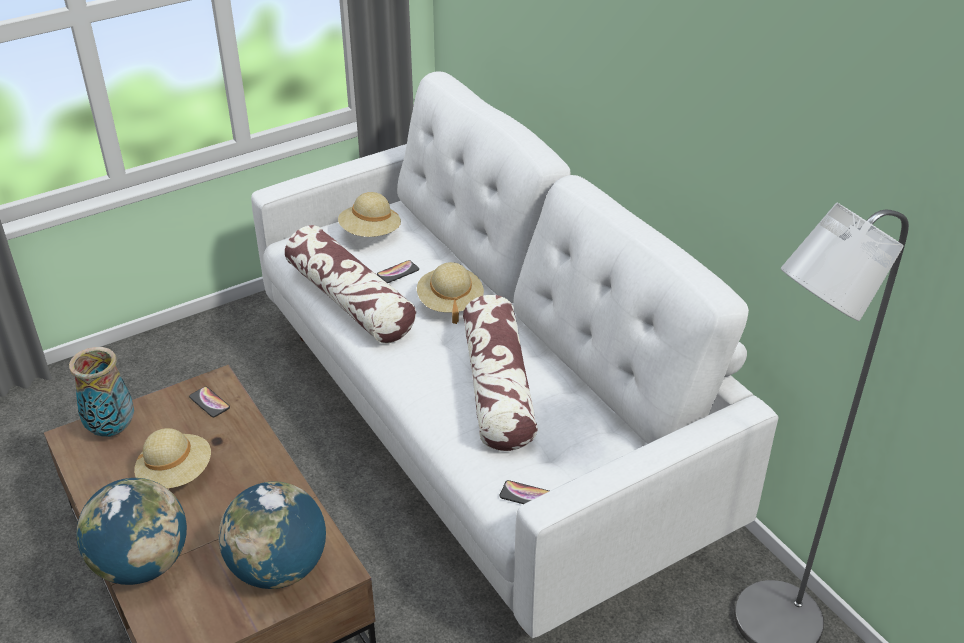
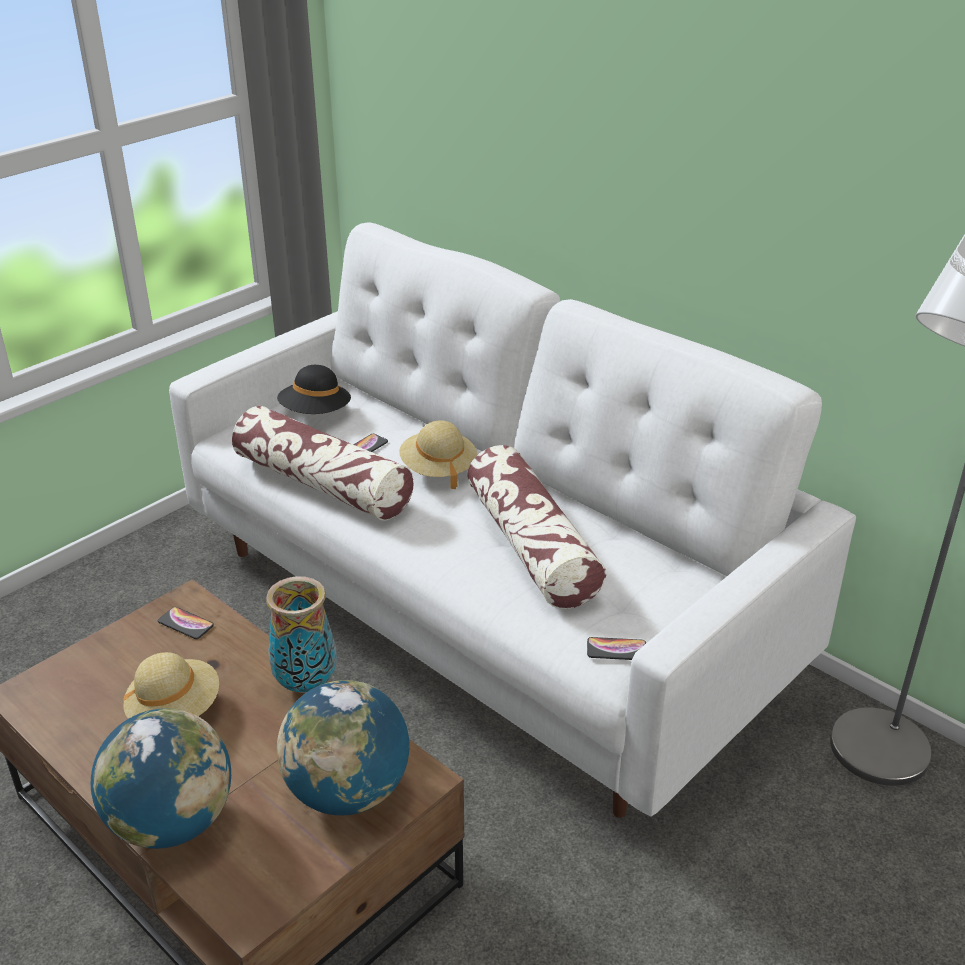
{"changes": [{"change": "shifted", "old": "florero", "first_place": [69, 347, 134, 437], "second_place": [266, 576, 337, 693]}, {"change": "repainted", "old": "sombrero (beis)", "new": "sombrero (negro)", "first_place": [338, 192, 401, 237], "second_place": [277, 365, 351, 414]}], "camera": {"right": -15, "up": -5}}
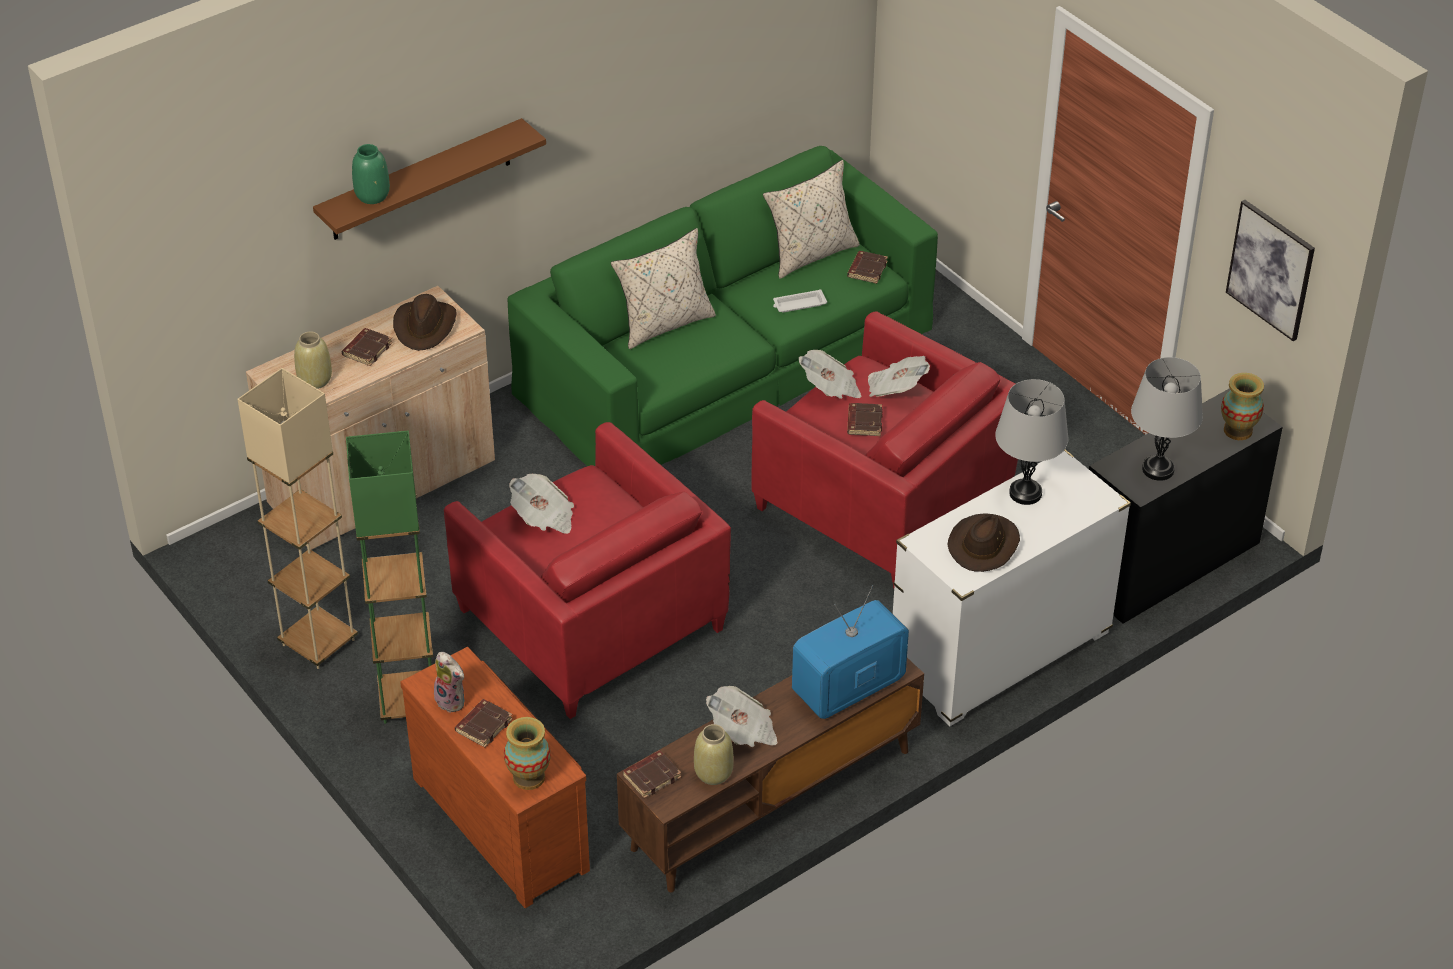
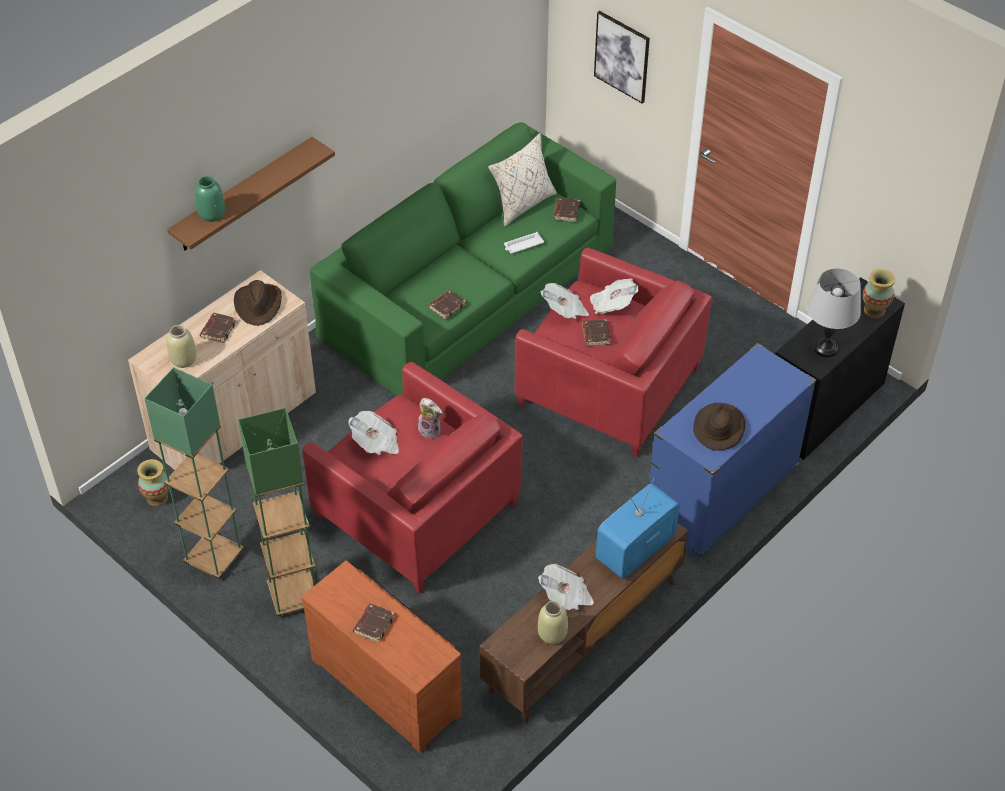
{"changes": [{"change": "repainted", "old": "lámpara de pie (beis)", "new": "lámpara de pie (verde)", "first_place": [237, 368, 358, 669], "second_place": [144, 367, 244, 580]}, {"change": "shifted", "old": "peluche", "first_place": [434, 652, 464, 713], "second_place": [418, 398, 443, 439]}, {"change": "shifted", "old": "florero", "first_place": [504, 717, 551, 790], "second_place": [137, 459, 169, 506]}, {"change": "gone", "old": "cojín (beis)", "first_place": [611, 228, 716, 349]}, {"change": "shifted", "old": "libro (marrón)", "first_place": [622, 750, 682, 799], "second_place": [428, 290, 466, 319]}, {"change": "repainted", "old": "cómoda (blanco)", "new": "cómoda (azul)", "first_place": [893, 450, 1131, 726], "second_place": [649, 343, 816, 559]}, {"change": "gone", "old": "lámpara de mesa (gris)", "first_place": [995, 379, 1068, 505]}, {"change": "shifted", "old": "cuadro", "first_place": [1226, 200, 1315, 341], "second_place": [594, 11, 650, 104]}], "camera": {"right": -10, "up": 5}}
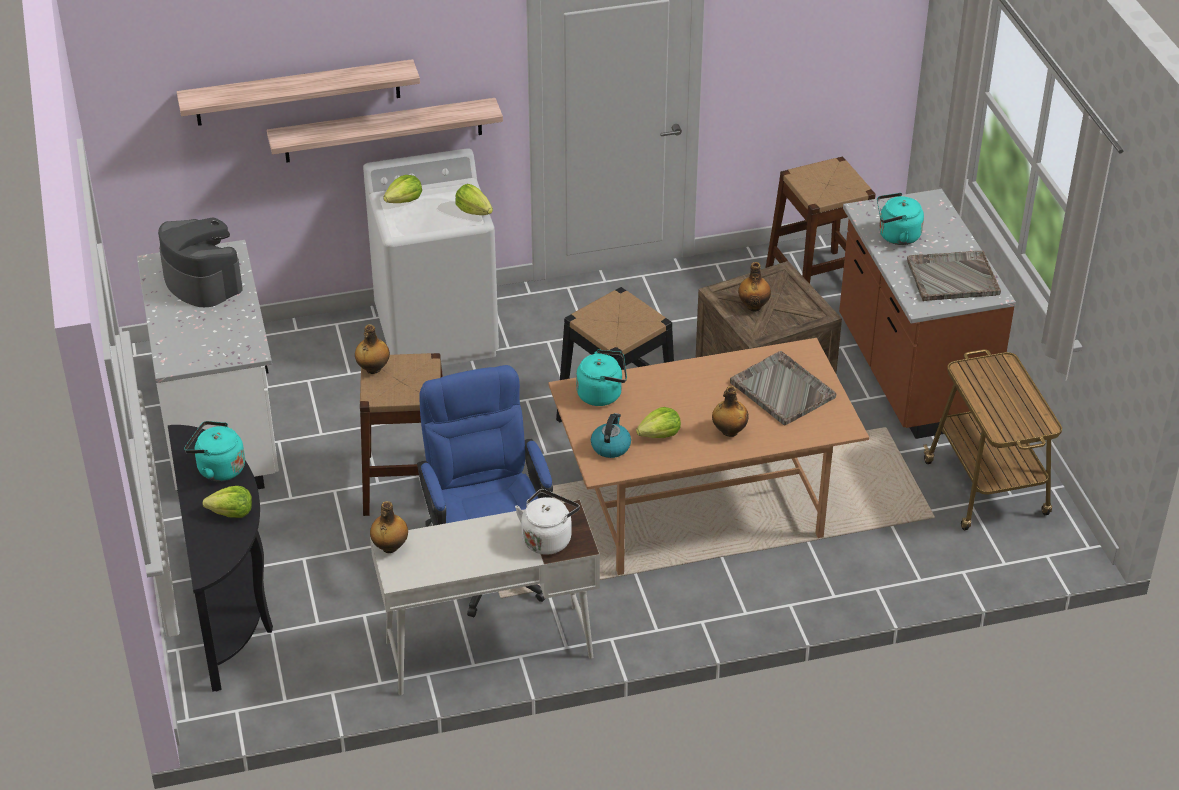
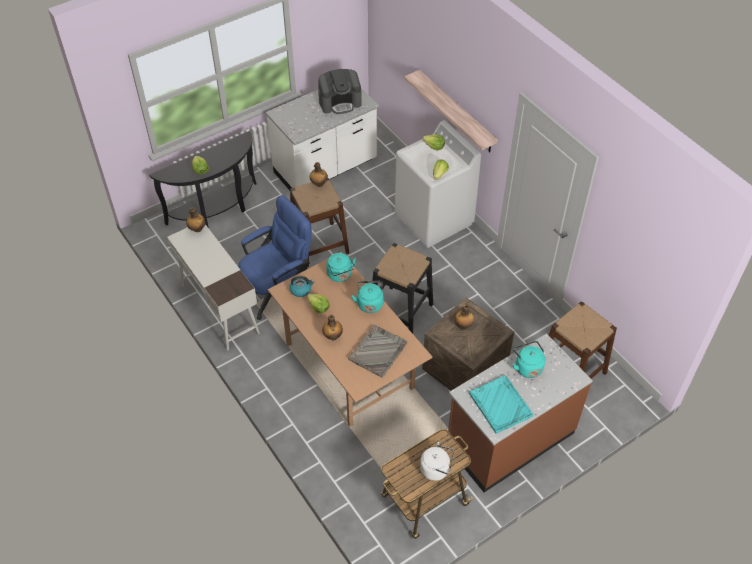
{"changes": [{"change": "rotated", "old": "cafetera", "first_place": [158, 217, 243, 307], "second_place": [318, 69, 362, 114], "degrees": 45}, {"change": "gone", "old": "estante", "first_place": [177, 59, 420, 126]}, {"change": "shifted", "old": "hervidor (turquesa)", "first_place": [184, 421, 245, 481], "second_place": [351, 281, 383, 313]}, {"change": "shifted", "old": "hervidor (blanco)", "first_place": [515, 489, 580, 555], "second_place": [420, 442, 454, 481]}, {"change": "repainted", "old": "bandeja (gris)", "new": "bandeja (turquesa)", "first_place": [907, 251, 1001, 301], "second_place": [469, 375, 534, 434]}], "camera": {"right": 70, "up": 10}}
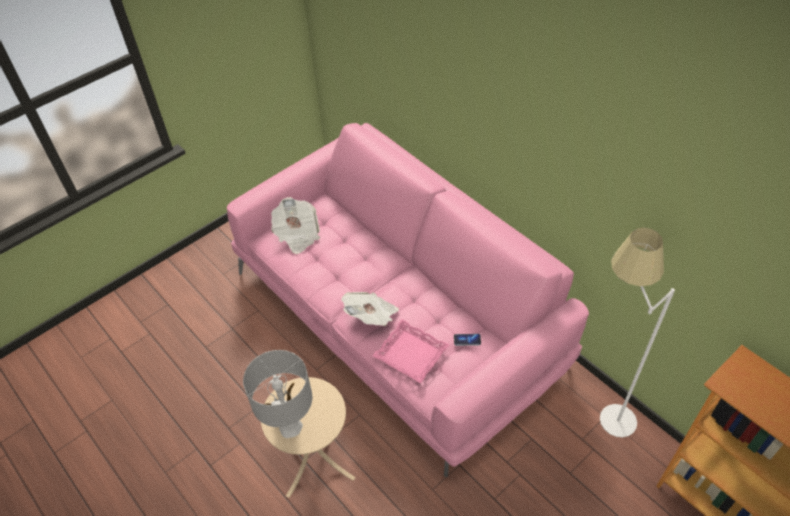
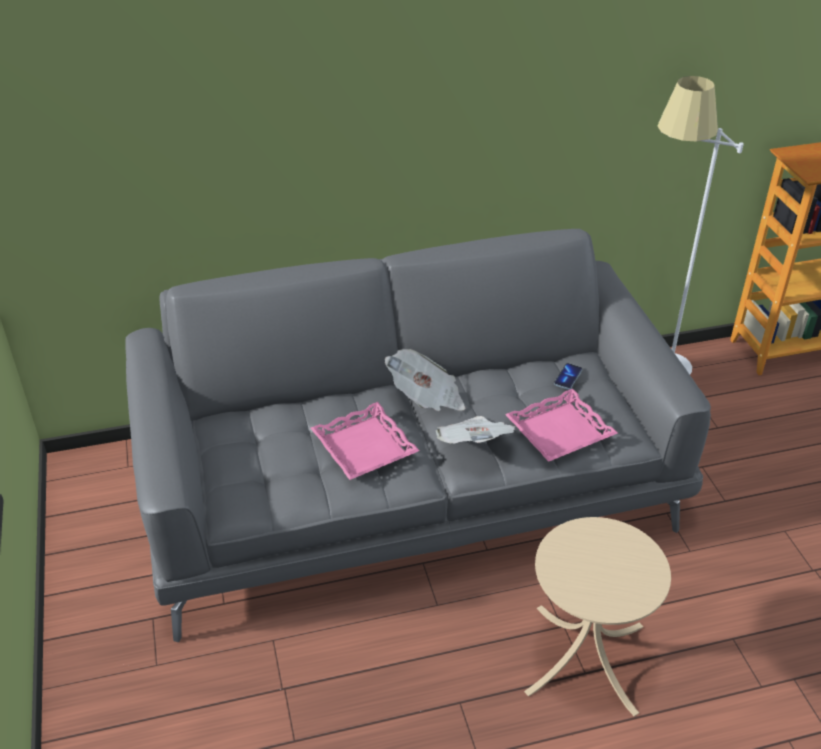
{"changes": [{"change": "repainted", "old": "sofá (rosa)", "new": "sofá (gris)", "first_place": [227, 123, 589, 477], "second_place": [125, 229, 711, 642]}, {"change": "gone", "old": "lámpara de mesa (gris)", "first_place": [243, 350, 312, 438]}, {"change": "shifted", "old": "periódico", "first_place": [271, 197, 320, 254], "second_place": [385, 349, 465, 411]}, {"change": "new", "new": "bandeja (rosa)", "second_place": [311, 402, 419, 480]}], "camera": {"right": -65, "up": -10}}
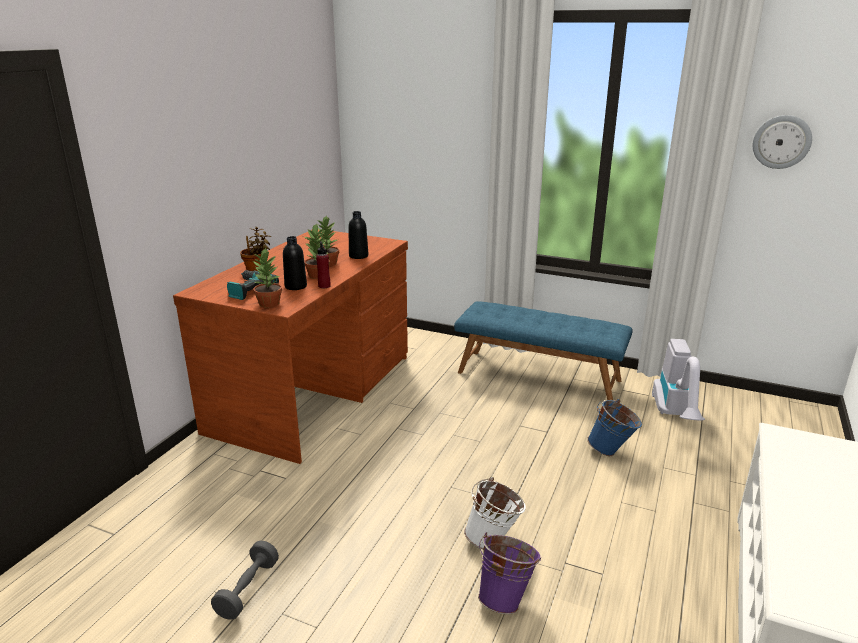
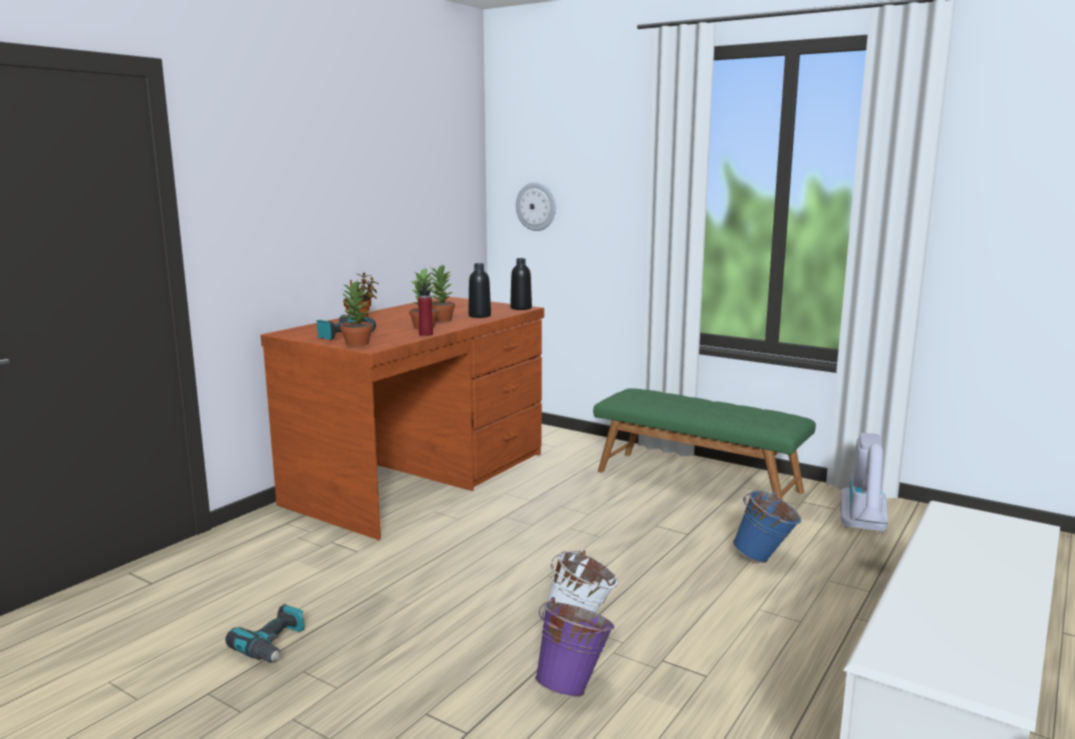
{"changes": [{"change": "swapped", "old": "mancuerna (gris)", "new": "taladro", "first_place": [211, 541, 279, 620], "second_place": [226, 604, 305, 663]}, {"change": "shifted", "old": "botella (negro)", "first_place": [283, 236, 307, 290], "second_place": [510, 258, 532, 310]}, {"change": "repainted", "old": "banco (azul)", "new": "banco (verde)", "first_place": [454, 301, 632, 400], "second_place": [593, 388, 816, 500]}, {"change": "shifted", "old": "reloj de pared", "first_place": [753, 115, 812, 169], "second_place": [516, 183, 556, 231]}], "camera": {"right": 10, "up": -10}}
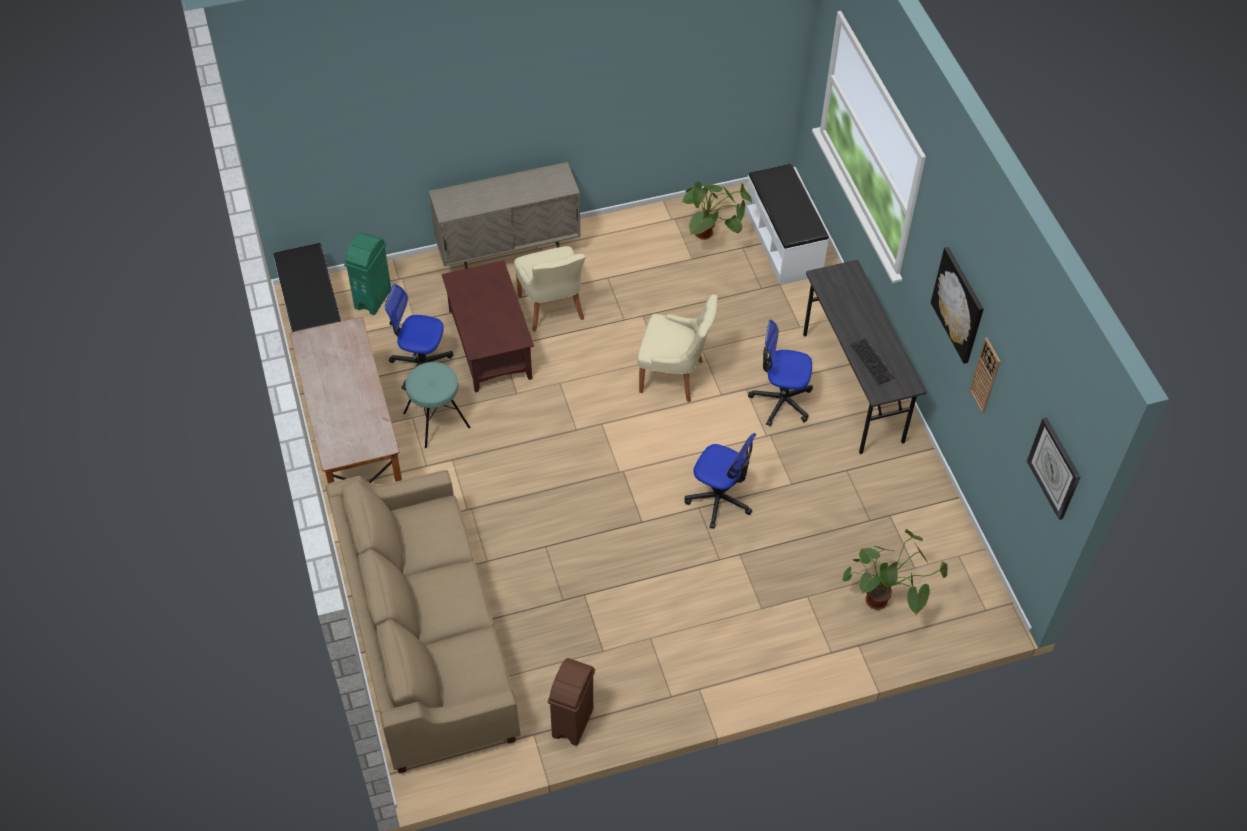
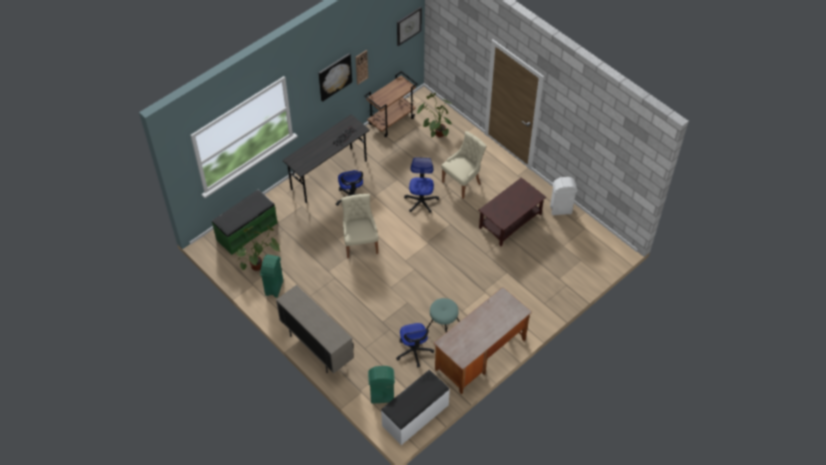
{"changes": [{"change": "gone", "old": "sofá (beis)", "first_place": [325, 470, 521, 774]}, {"change": "shifted", "old": "mesa de centro (marrón)", "first_place": [442, 261, 534, 392], "second_place": [478, 177, 546, 246]}, {"change": "shifted", "old": "silla (beis)", "first_place": [514, 246, 586, 331], "second_place": [441, 131, 487, 199]}, {"change": "repainted", "old": "papelera (marrón)", "new": "papelera (blanco)", "first_place": [548, 658, 595, 746], "second_place": [550, 177, 577, 215]}, {"change": "repainted", "old": "banco (blanco)", "new": "banco (verde)", "first_place": [745, 164, 829, 285], "second_place": [212, 189, 277, 255]}, {"change": "new", "new": "papelera (verde)", "second_place": [260, 254, 283, 298]}, {"change": "new", "new": "carrito (marrón)", "second_place": [364, 71, 418, 137]}], "camera": {"right": -115, "up": 0}}
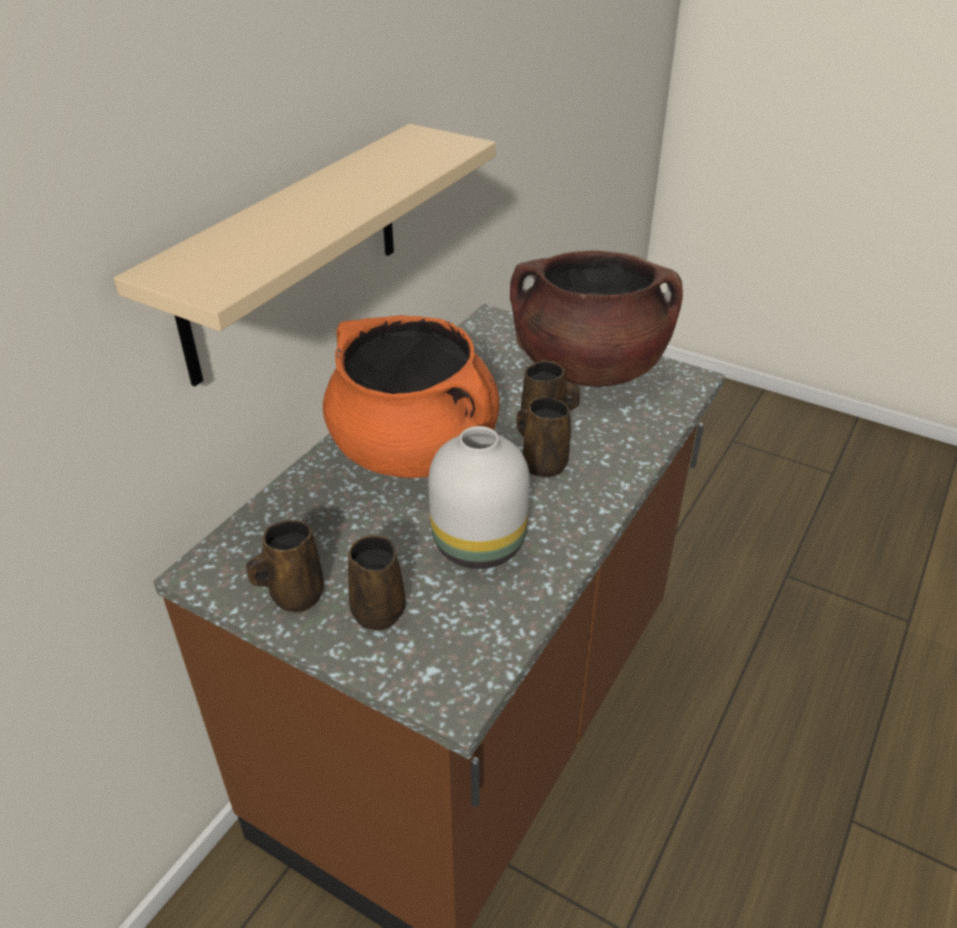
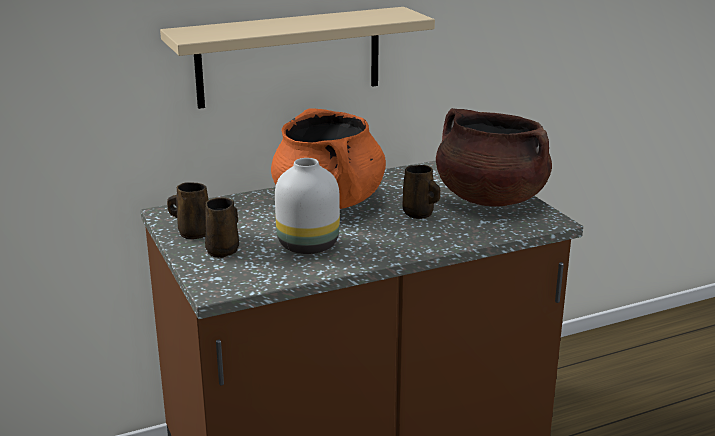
{"changes": [{"change": "gone", "old": "taza grande (marrón)", "first_place": [517, 396, 571, 477]}], "camera": {"right": 35, "up": -15}}
